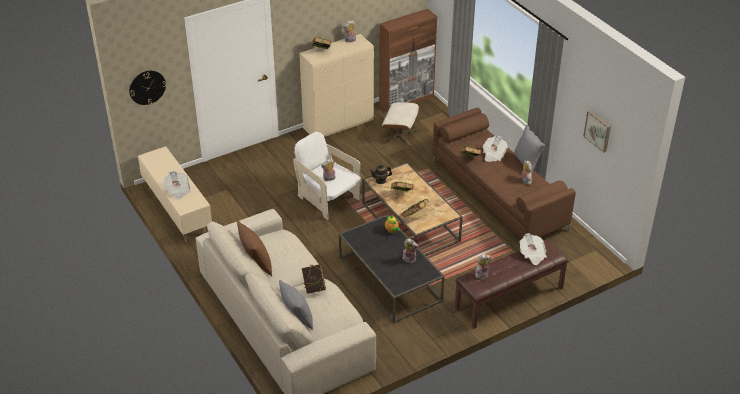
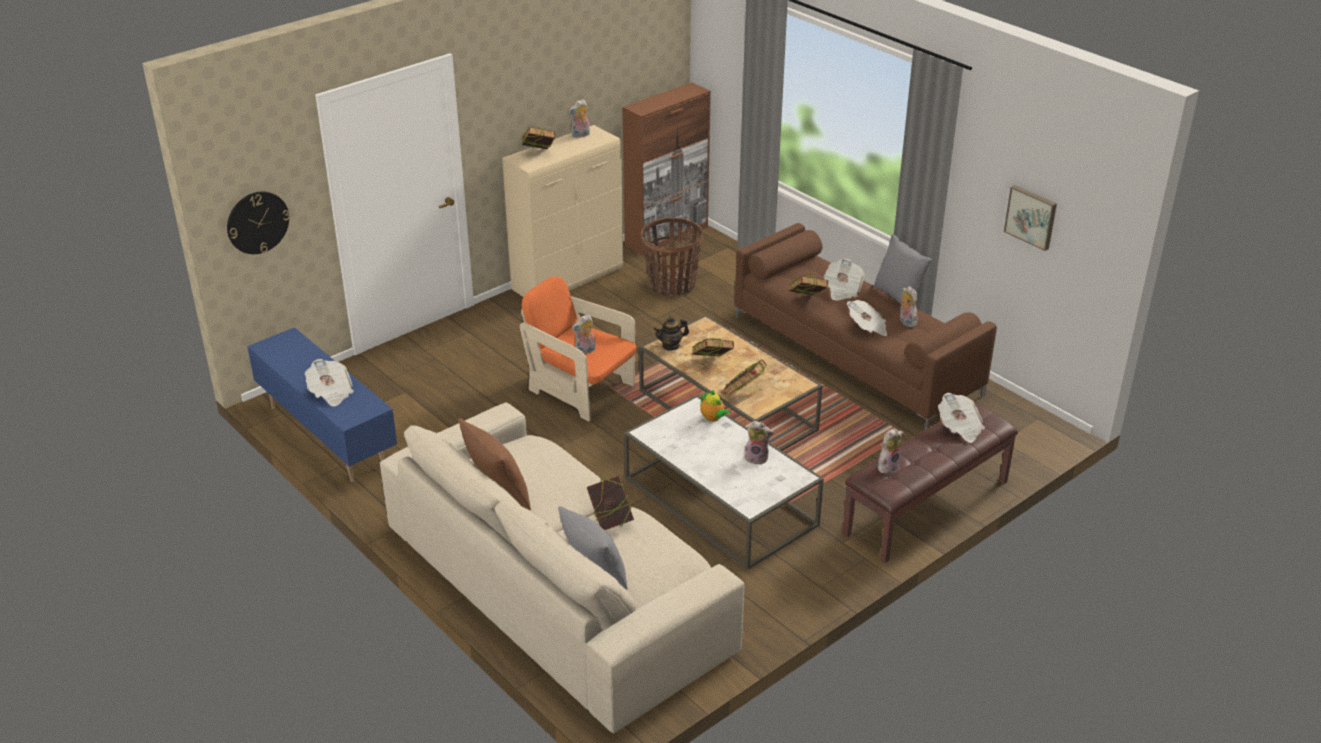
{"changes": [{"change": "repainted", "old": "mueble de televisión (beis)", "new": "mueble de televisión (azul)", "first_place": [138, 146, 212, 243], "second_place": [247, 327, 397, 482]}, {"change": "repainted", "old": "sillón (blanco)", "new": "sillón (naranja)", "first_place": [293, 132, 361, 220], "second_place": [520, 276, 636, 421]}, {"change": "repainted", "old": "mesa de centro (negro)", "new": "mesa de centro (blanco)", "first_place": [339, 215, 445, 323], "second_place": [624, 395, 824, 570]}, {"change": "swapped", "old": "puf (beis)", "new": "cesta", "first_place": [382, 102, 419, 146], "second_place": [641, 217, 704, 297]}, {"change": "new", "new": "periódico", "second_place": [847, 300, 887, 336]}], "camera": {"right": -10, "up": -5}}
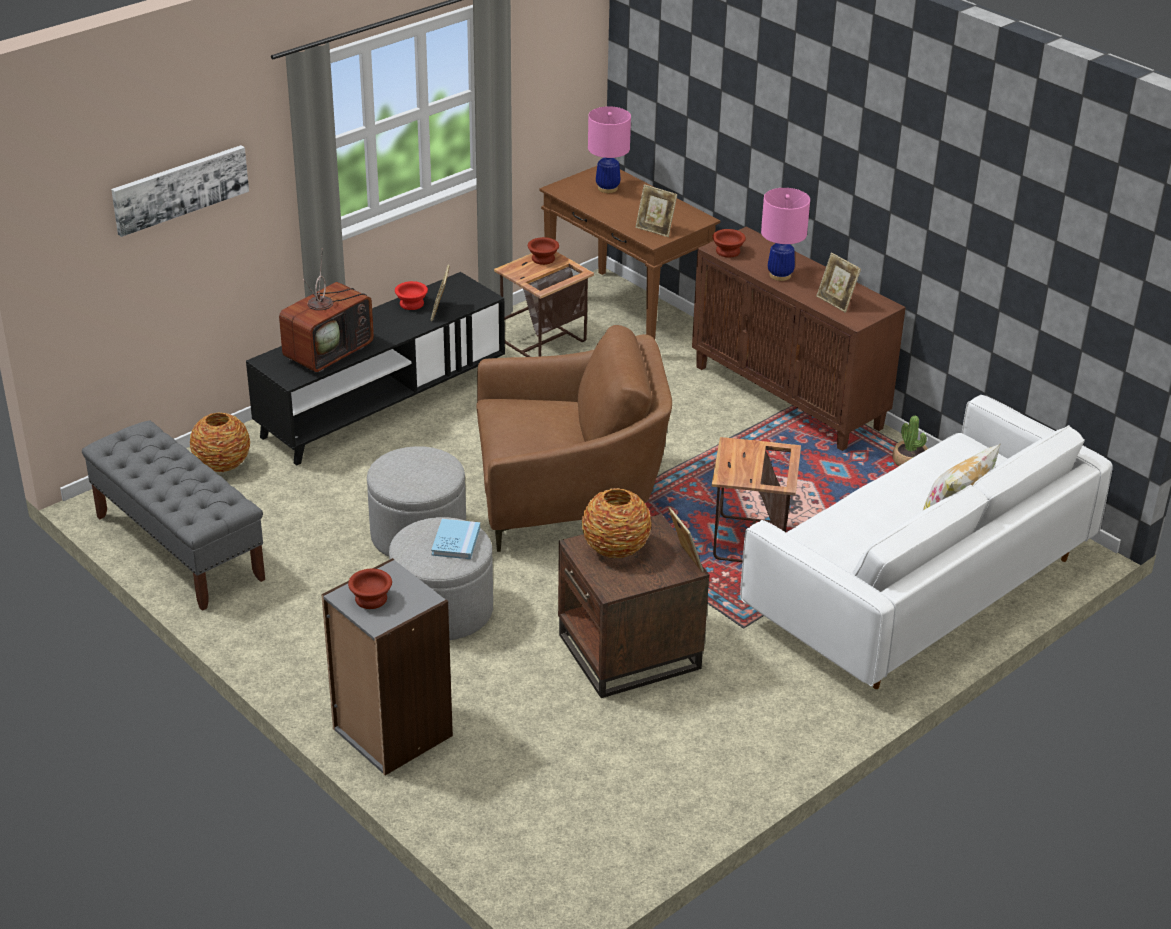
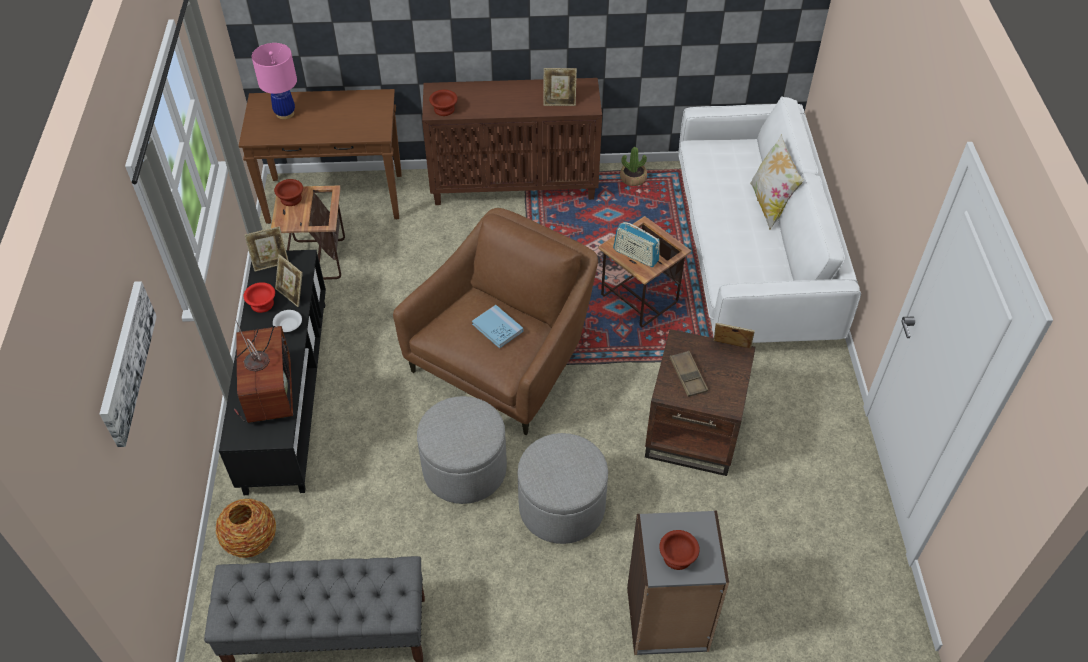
{"changes": [{"change": "shifted", "old": "libro (azul)", "first_place": [431, 519, 480, 559], "second_place": [472, 305, 523, 348]}, {"change": "swapped", "old": "florero", "new": "bandeja (marrón)", "first_place": [582, 488, 651, 558], "second_place": [670, 351, 708, 397]}, {"change": "shifted", "old": "portarretratos", "first_place": [635, 184, 677, 237], "second_place": [244, 226, 289, 272]}, {"change": "gone", "old": "lámpara de mesa (rosa)", "first_place": [761, 188, 810, 281]}, {"change": "new", "new": "cuenco (blanco)", "second_place": [273, 310, 302, 332]}, {"change": "new", "new": "radio", "second_place": [613, 222, 660, 267]}], "camera": {"right": -50, "up": 15}}
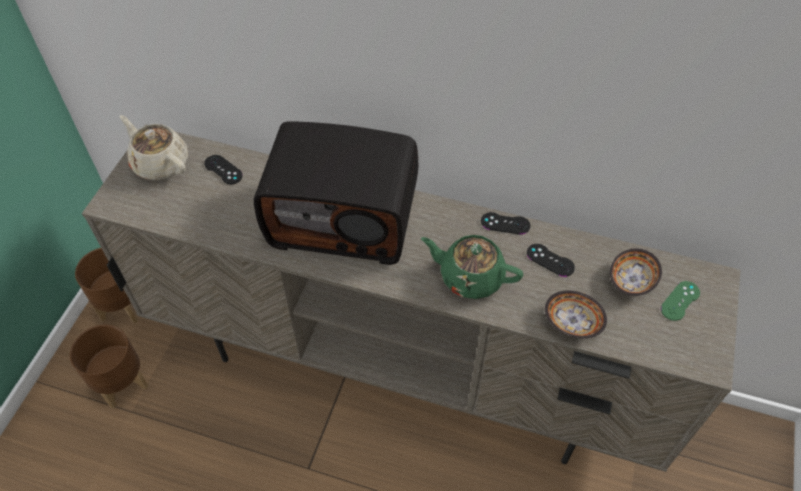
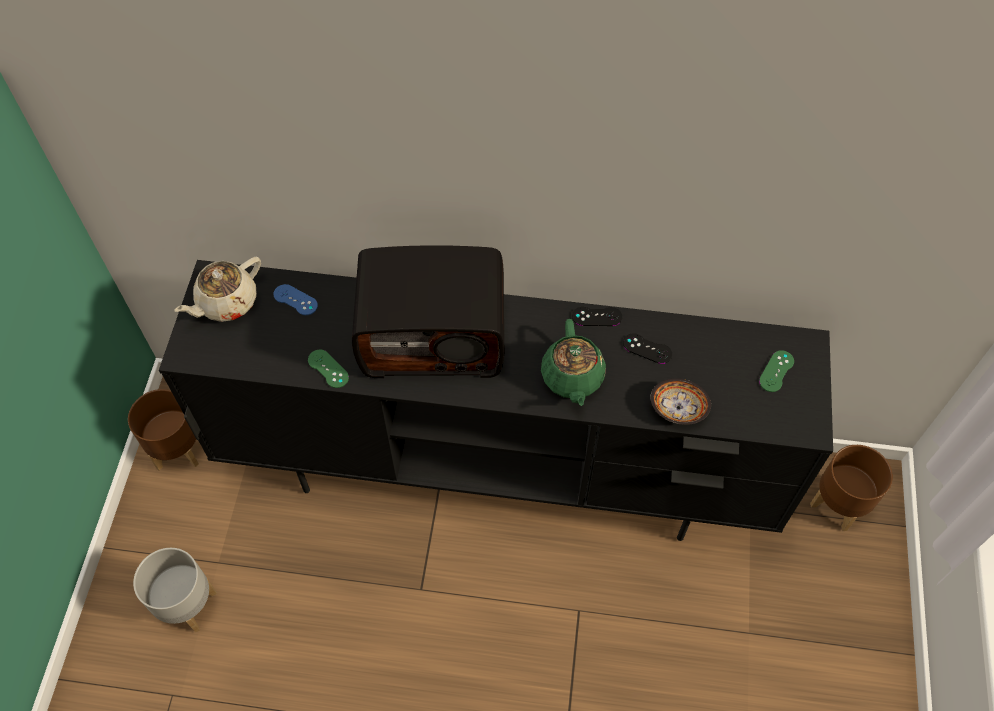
{"changes": [{"change": "shifted", "old": "maceta (marrón)", "first_place": [70, 325, 148, 408], "second_place": [810, 445, 893, 531]}, {"change": "repainted", "old": "mueble de televisión (beis)", "new": "mueble de televisión (negro)", "first_place": [82, 125, 740, 472], "second_place": [159, 260, 833, 541]}, {"change": "rotated", "old": "tetera (beis)", "first_place": [120, 115, 188, 180], "second_place": [174, 257, 261, 322], "degrees": -75}, {"change": "repainted", "old": "mando de consola (negro)", "new": "mando de consola (azul)", "first_place": [204, 155, 243, 184], "second_place": [274, 284, 318, 315]}, {"change": "rotated", "old": "tetera (verde)", "first_place": [421, 235, 523, 299], "second_place": [541, 319, 606, 406], "degrees": -105}, {"change": "gone", "old": "cuenco", "first_place": [610, 248, 662, 296]}, {"change": "new", "new": "maceta (gris)", "second_place": [133, 548, 217, 632]}, {"change": "new", "new": "mando de consola (verde)", "second_place": [308, 350, 349, 388]}], "camera": {"right": -10, "up": 5}}
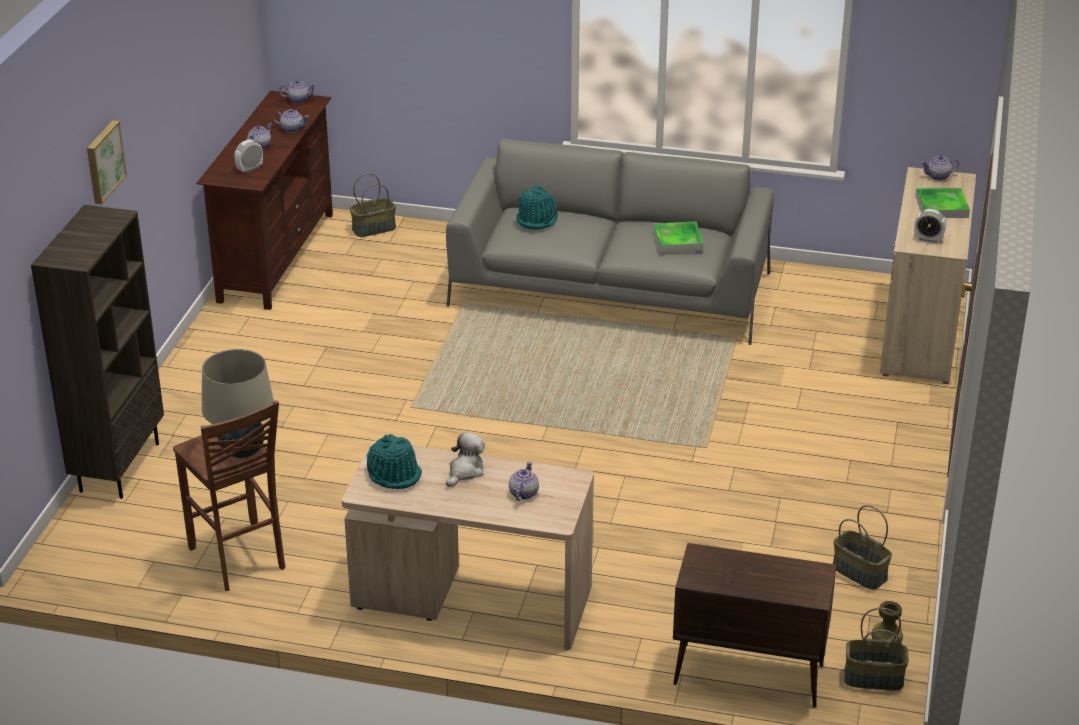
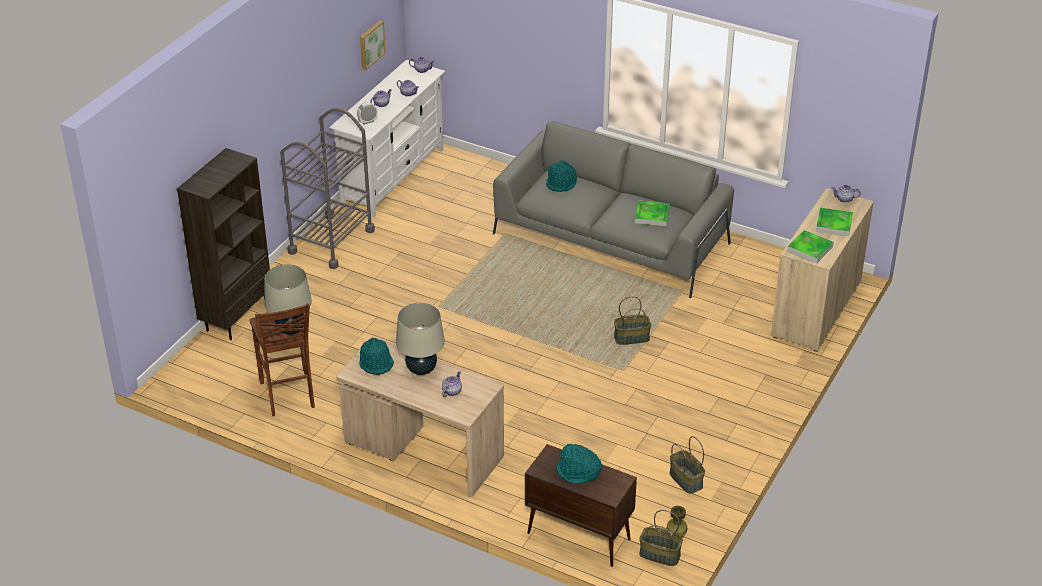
{"changes": [{"change": "shifted", "old": "cuadro", "first_place": [87, 120, 127, 204], "second_place": [360, 20, 386, 70]}, {"change": "repainted", "old": "mueble de televisión (marrón)", "new": "mueble de televisión (blanco)", "first_place": [196, 91, 333, 310], "second_place": [329, 60, 445, 218]}, {"change": "shifted", "old": "cesta", "first_place": [350, 173, 396, 237], "second_place": [614, 296, 651, 345]}, {"change": "swapped", "old": "peluche", "new": "lámpara de mesa (beis)", "first_place": [446, 432, 485, 487], "second_place": [396, 303, 445, 375]}, {"change": "swapped", "old": "despertador", "new": "bandeja", "first_place": [914, 209, 946, 243], "second_place": [787, 230, 834, 264]}, {"change": "new", "new": "carrito (gris)", "second_place": [280, 108, 375, 269]}, {"change": "new", "new": "sombrero (turquesa)", "second_place": [556, 444, 602, 484]}], "camera": {"right": 15, "up": 5}}
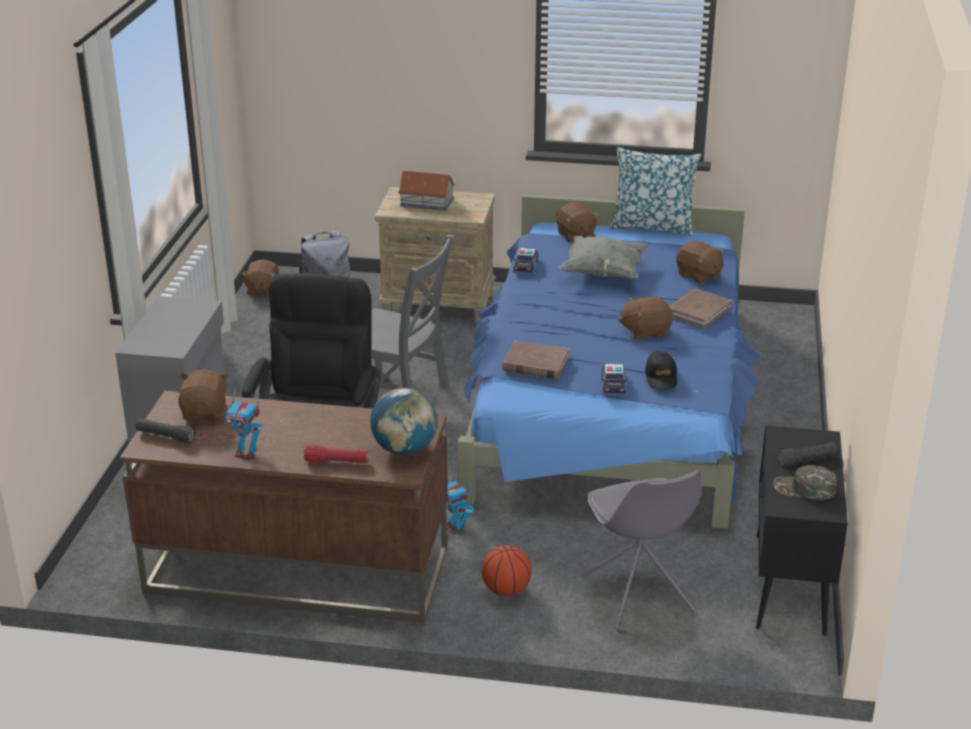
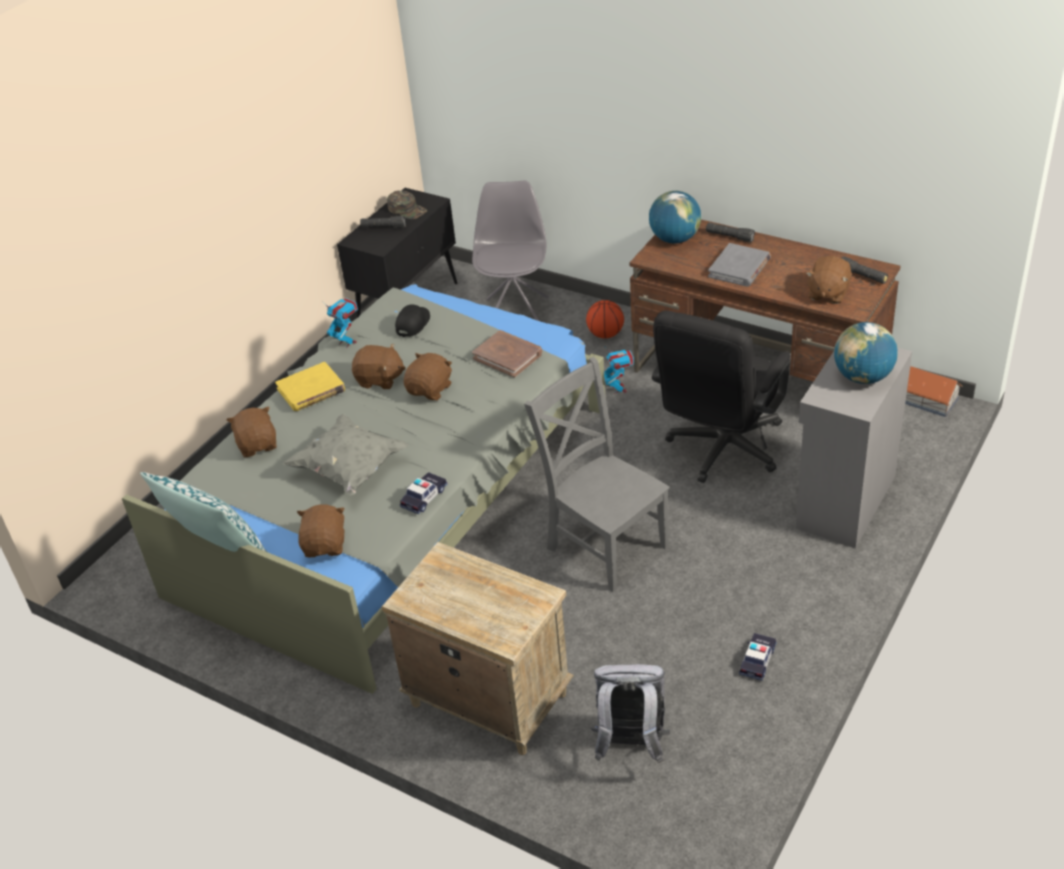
{"changes": [{"change": "shifted", "old": "robot de juguete", "first_place": [224, 389, 263, 460], "second_place": [322, 298, 358, 348]}, {"change": "shifted", "old": "peluche (marrón)", "first_place": [241, 259, 279, 297], "second_place": [404, 353, 452, 400]}, {"change": "repainted", "old": "linterna (rojo)", "new": "linterna (negro)", "first_place": [304, 445, 368, 463], "second_place": [706, 223, 755, 242]}, {"change": "shifted", "old": "casita", "first_place": [398, 171, 455, 211], "second_place": [905, 366, 962, 417]}, {"change": "repainted", "old": "cama (azul)", "new": "cama (gris)", "first_place": [457, 195, 762, 529], "second_place": [122, 284, 605, 694]}, {"change": "shifted", "old": "coche de juguete", "first_place": [602, 364, 627, 396], "second_place": [739, 633, 777, 681]}, {"change": "repainted", "old": "libro (marrón)", "new": "libro (amarillo)", "first_place": [669, 289, 732, 329], "second_place": [275, 362, 345, 411]}, {"change": "new", "new": "libro (gris)", "second_place": [708, 243, 771, 287]}, {"change": "new", "new": "globo terráqueo", "second_place": [834, 322, 898, 384]}], "camera": {"right": -155, "up": 10}}
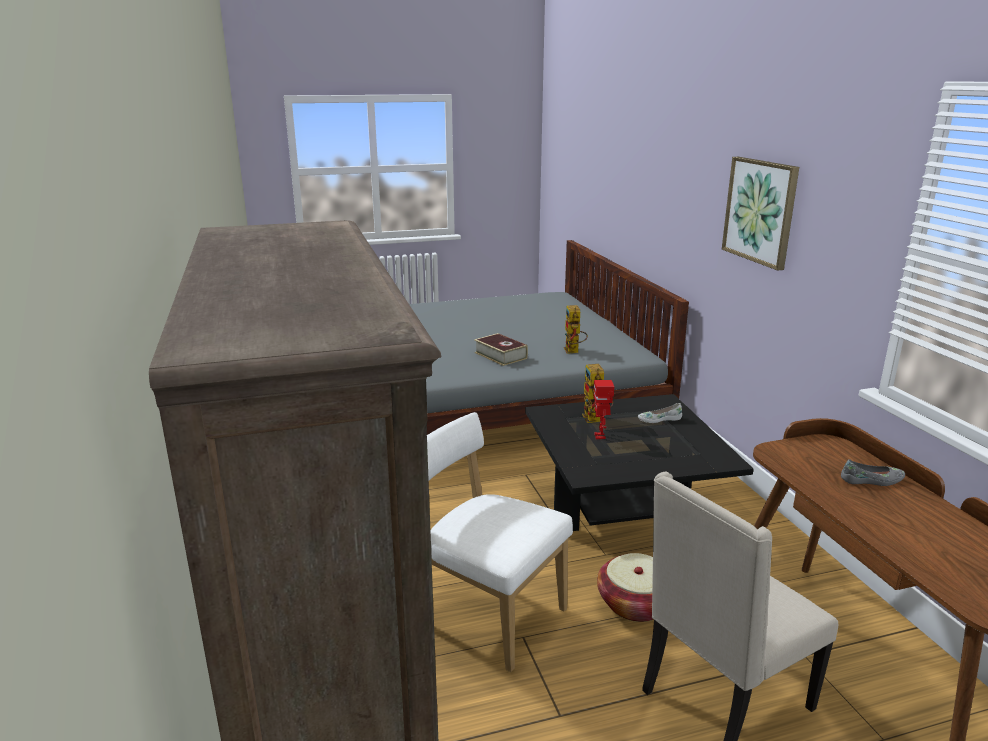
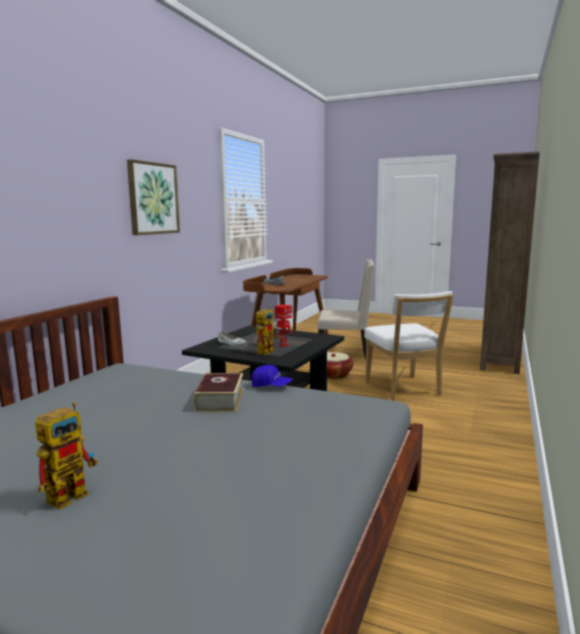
{"changes": [{"change": "shifted", "old": "robot de juguete", "first_place": [564, 305, 588, 354], "second_place": [35, 402, 98, 510]}, {"change": "new", "new": "gorra (azul)", "second_place": [252, 365, 293, 387]}], "camera": {"right": -140, "up": -10}}
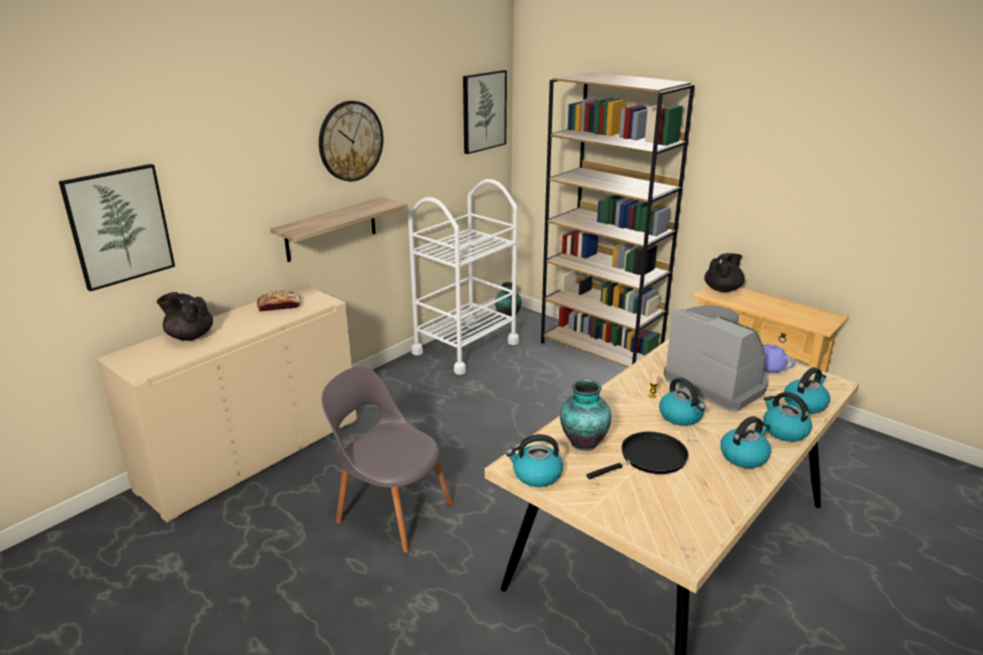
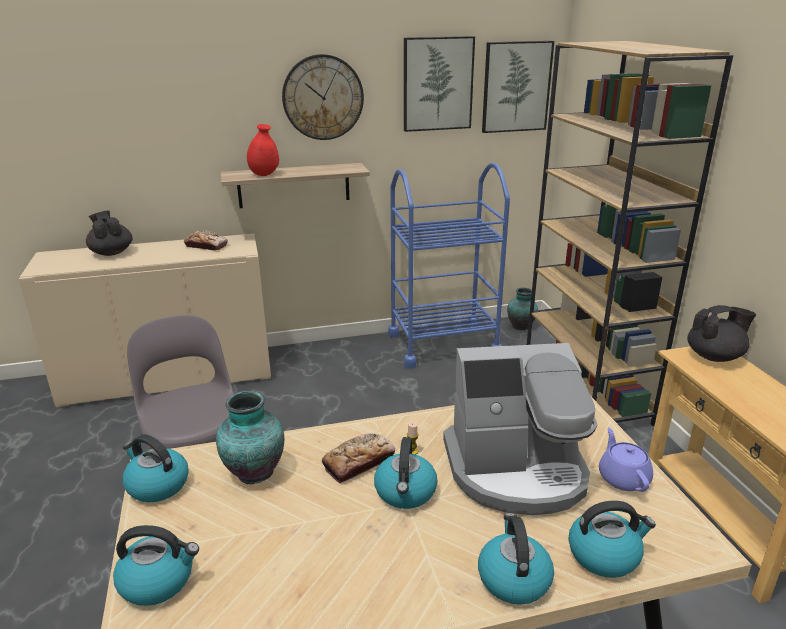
{"changes": [{"change": "shifted", "old": "cuadro", "first_place": [59, 164, 175, 292], "second_place": [404, 36, 475, 132]}, {"change": "repainted", "old": "carrito (blanco)", "new": "carrito (azul)", "first_place": [408, 179, 519, 375], "second_place": [388, 163, 510, 369]}, {"change": "gone", "old": "sartén (negro)", "first_place": [586, 432, 689, 479]}, {"change": "rotated", "old": "cafetera", "first_place": [664, 305, 768, 412], "second_place": [443, 343, 597, 515], "degrees": 90}, {"change": "shifted", "old": "hervidor", "first_place": [720, 416, 771, 468], "second_place": [113, 525, 199, 606]}, {"change": "new", "new": "florero (rojo)", "second_place": [247, 124, 279, 176]}, {"change": "new", "new": "pan", "second_place": [322, 433, 395, 483]}], "camera": {"right": 35, "up": 0}}
